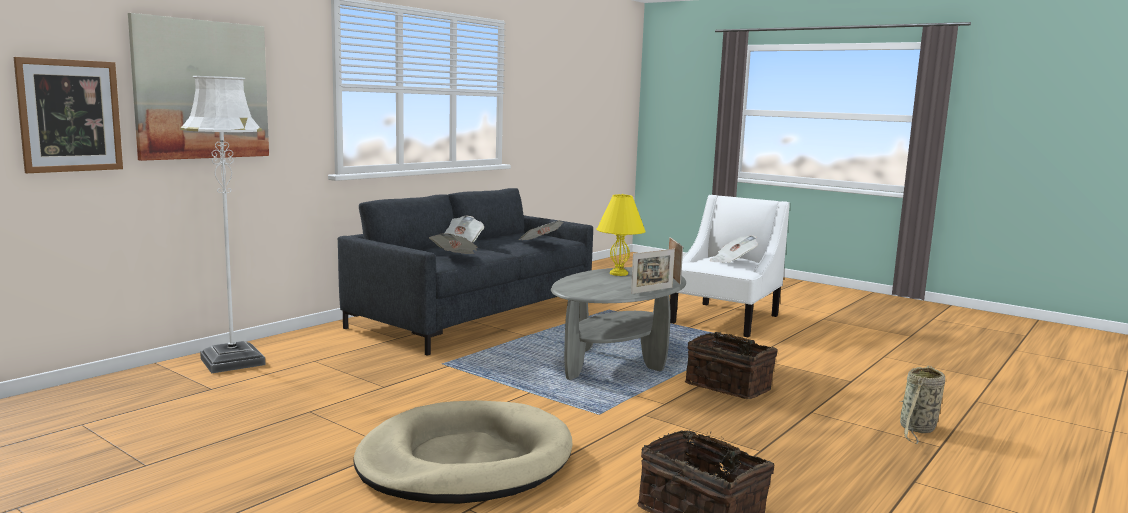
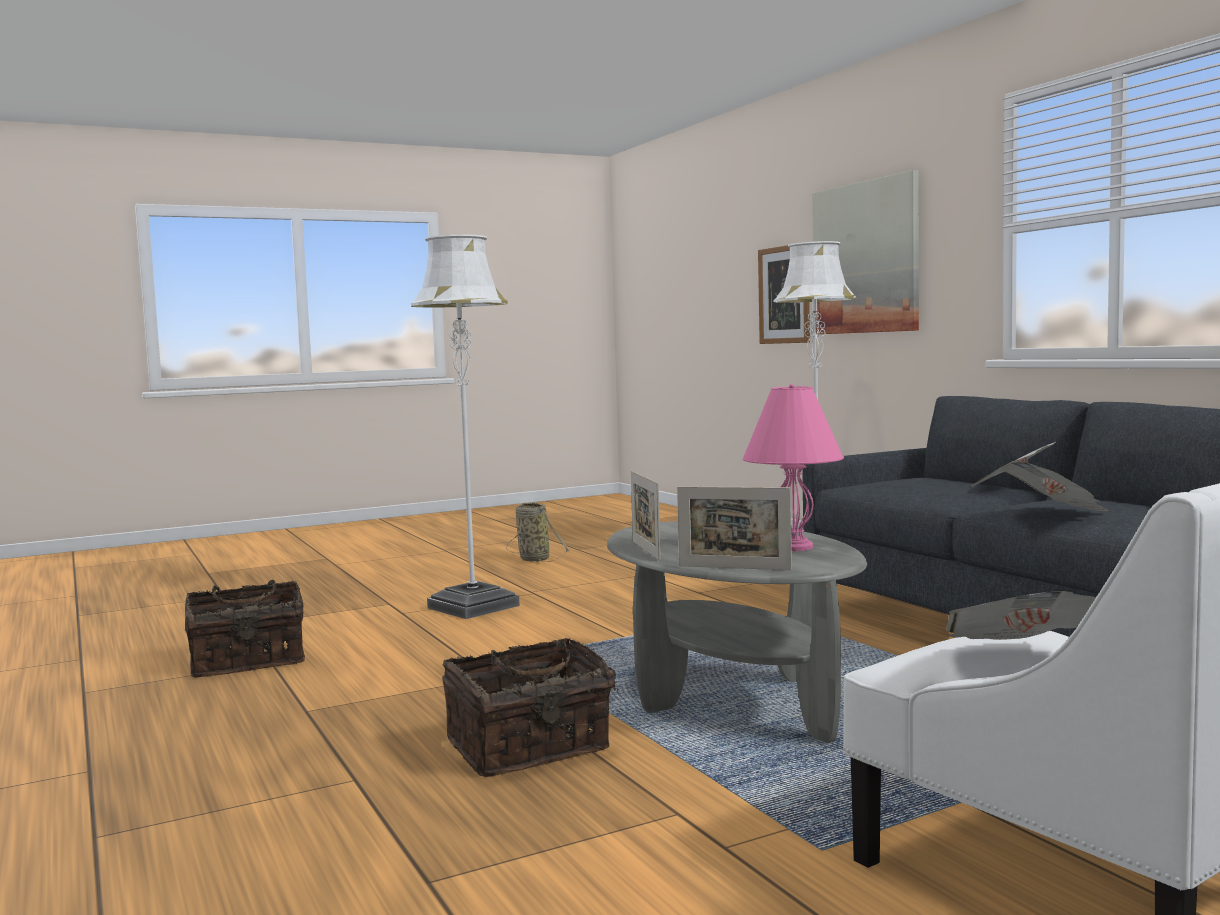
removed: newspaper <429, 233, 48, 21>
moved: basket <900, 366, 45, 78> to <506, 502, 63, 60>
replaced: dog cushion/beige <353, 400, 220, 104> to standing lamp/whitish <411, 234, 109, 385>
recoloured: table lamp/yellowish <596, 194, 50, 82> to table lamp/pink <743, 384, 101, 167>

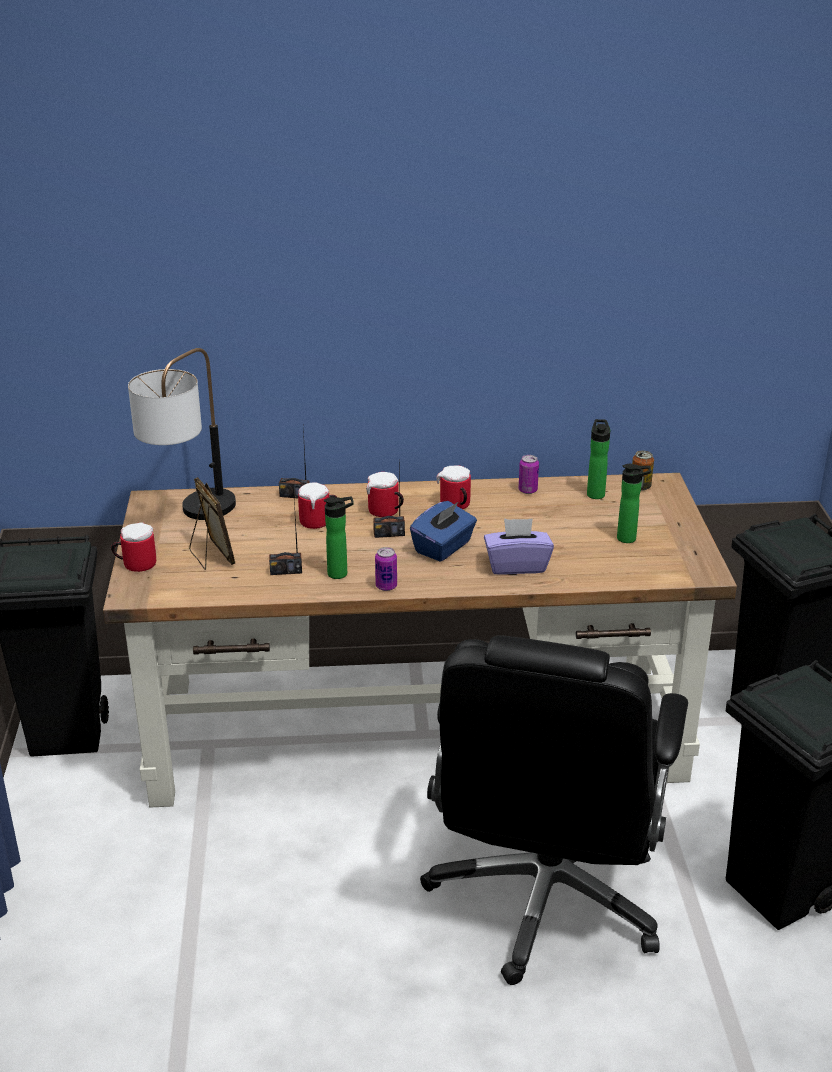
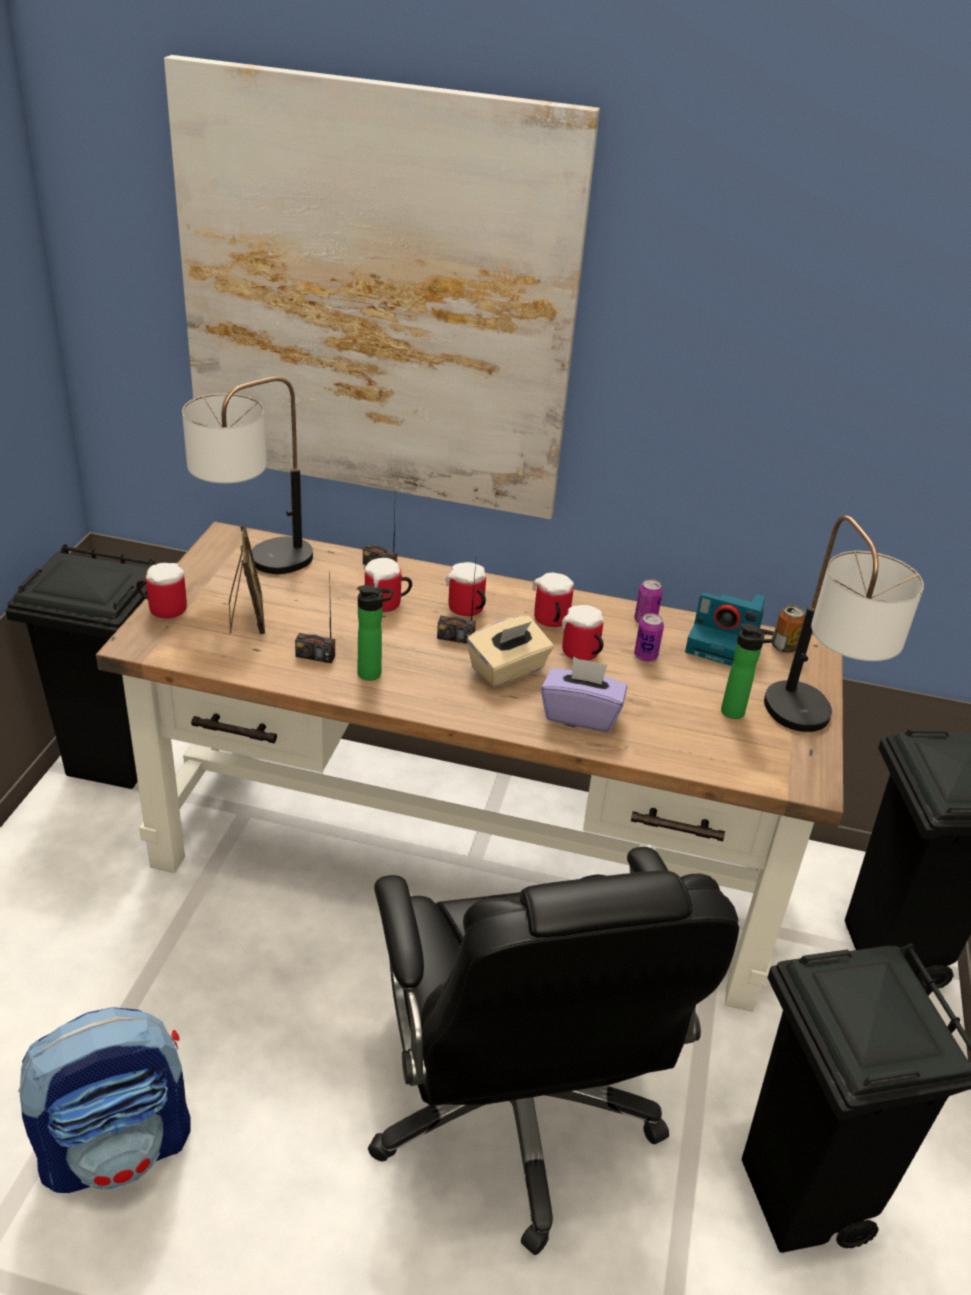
added: backpack <18, 1007, 173, 186>; wall art <164, 55, 436, 464>; tea mug <562, 605, 42, 56>; table lamp <764, 515, 160, 217>
moved: metal can <375, 547, 22, 44> to <634, 613, 30, 49>
replaced: drink bottle <587, 419, 23, 80> to still camera <685, 593, 80, 73>
recoloured: box of tissues/blue <410, 501, 67, 61> to box of tissues/beige <467, 615, 87, 72>
turned: computer chair/blackish <420, 635, 268, 350> = <368, 847, 371, 408> 45 degrees counterclockwise

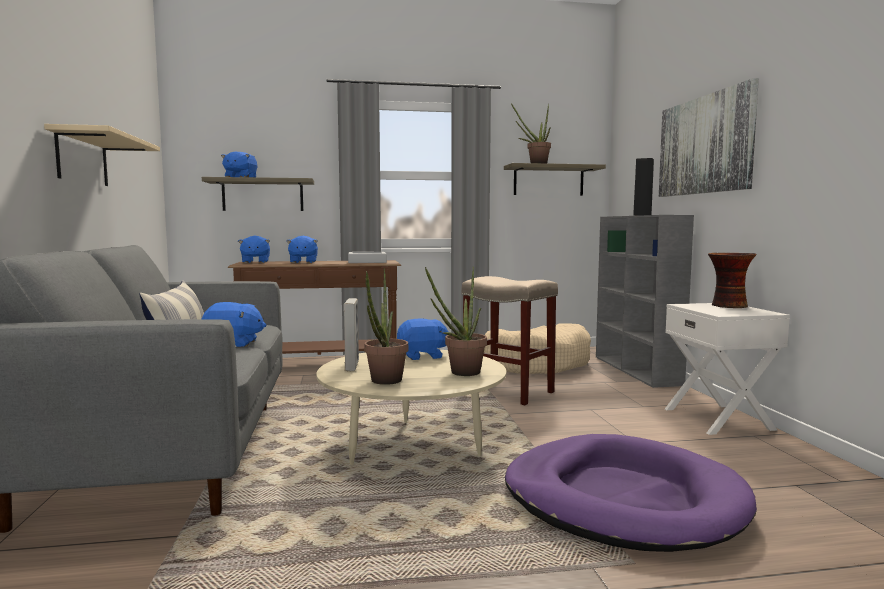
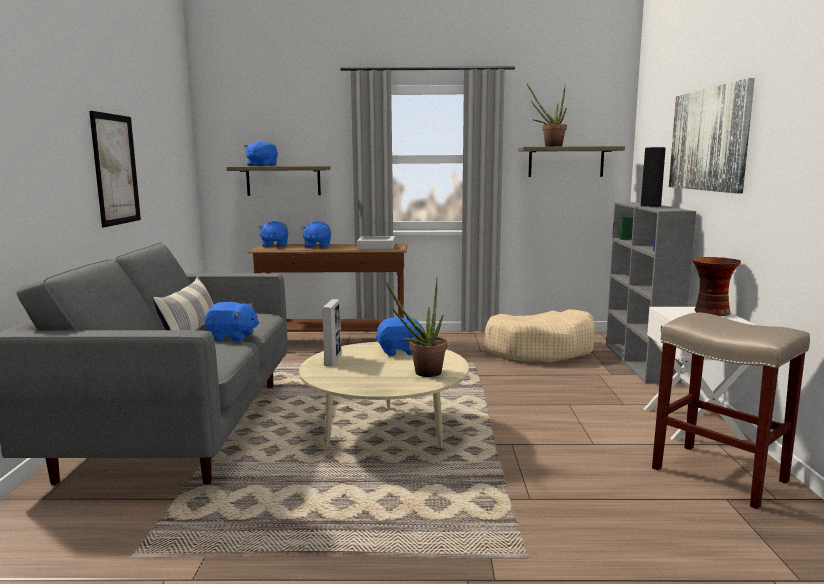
removed: plant in a pot <364, 268, 44, 117>; dog cushion/purplish <505, 434, 252, 118>
moved: stool/beige <462, 276, 96, 129> to <652, 312, 158, 197>
replaced: wall shelf/beige <44, 124, 116, 62> to wall art <89, 111, 52, 116>

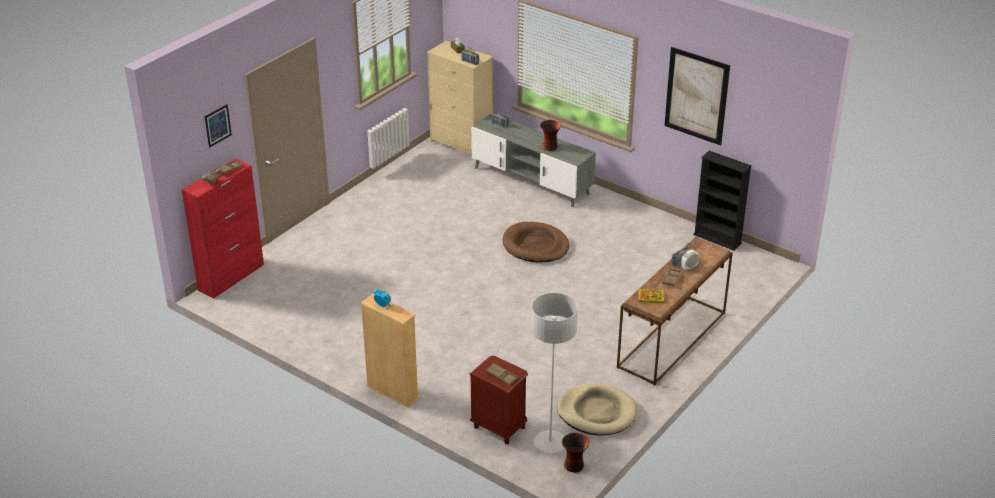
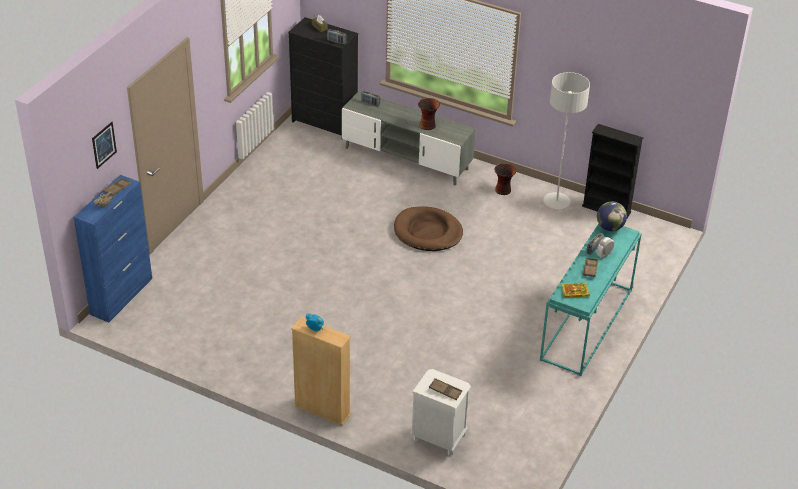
removed: dog cushion/beige <557, 383, 79, 53>; wall art <664, 47, 66, 99>
added: globe <597, 201, 30, 30>
moved: standing lamp/grey <531, 293, 47, 160> to <543, 72, 47, 137>; decorative vase <562, 433, 27, 39> to <494, 163, 22, 32>
recoloured: cupboard/reddish <182, 158, 82, 141> to cupboard/blue <73, 175, 79, 147>; dresser/beige <427, 40, 66, 120> to dresser/blackish <288, 17, 70, 122>; bedside table/brown-coloured <469, 356, 59, 88> to bedside table/whitish <410, 369, 61, 87>; hall table/brown-coloured <617, 237, 116, 148> to hall table/turquoise <540, 223, 102, 153>

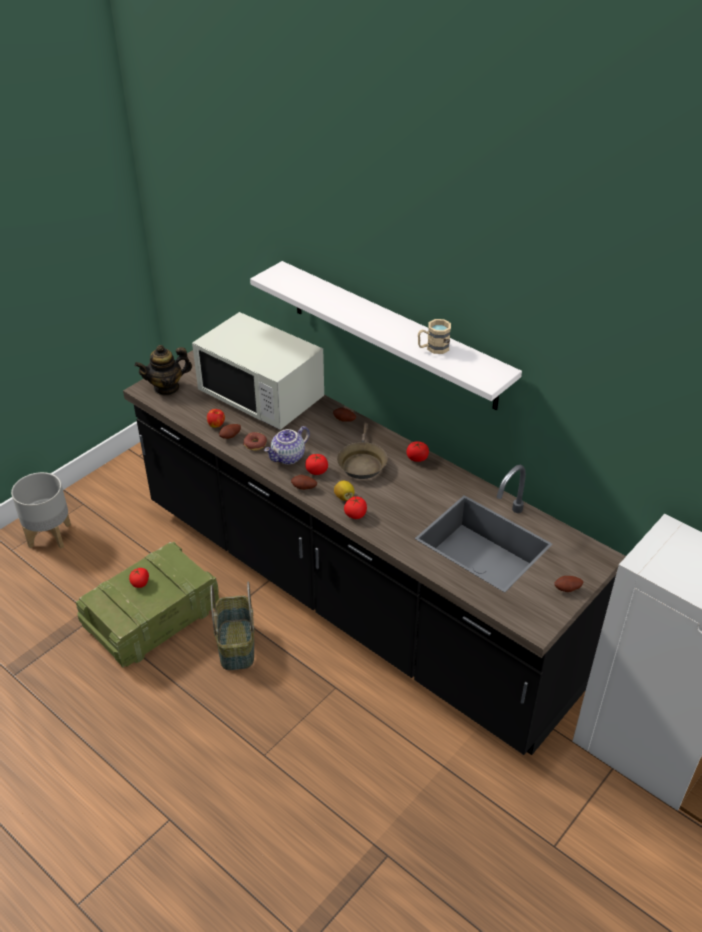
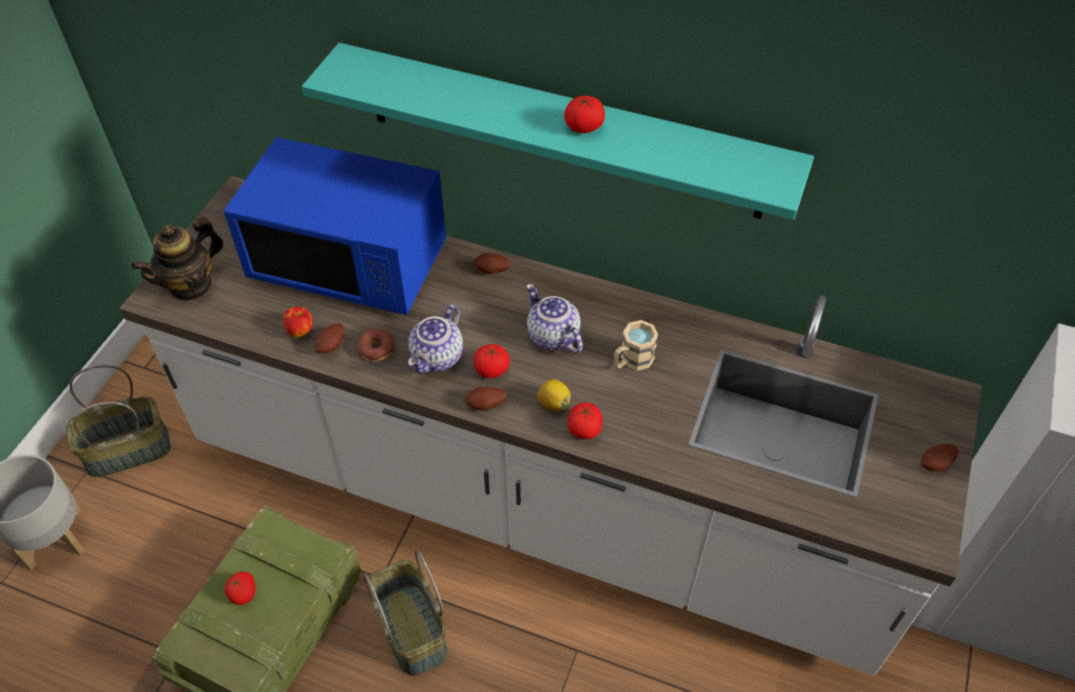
added: basket <66, 365, 105, 112>
moved: fresh tomato <406, 441, 23, 21> to <564, 96, 41, 37>; tea mug/beige <418, 319, 33, 35> to <614, 320, 44, 51>
replaced: pan/brown-coloured <337, 423, 51, 56> to tea pot <526, 284, 57, 69>
recoloured: counter/blackish <123, 350, 503, 405> to counter/whitish <119, 176, 863, 500>; kitchen microwave/whitish <192, 312, 132, 118> to kitchen microwave/blue <224, 137, 222, 178>; wall shelf/whitish <250, 261, 272, 149> to wall shelf/turquoise <302, 43, 512, 177>

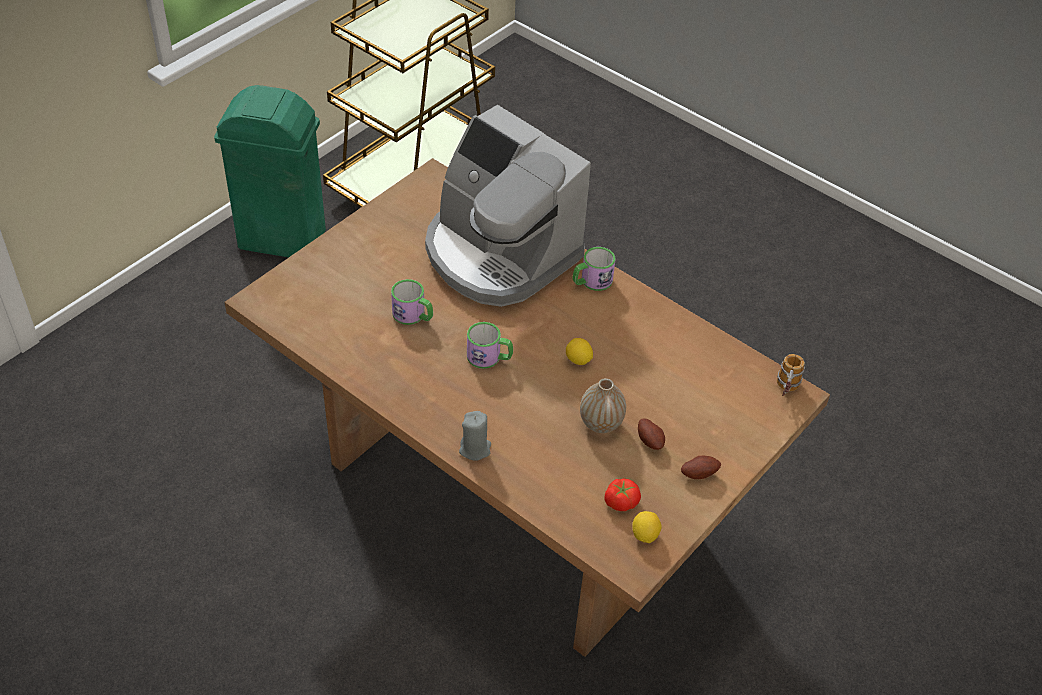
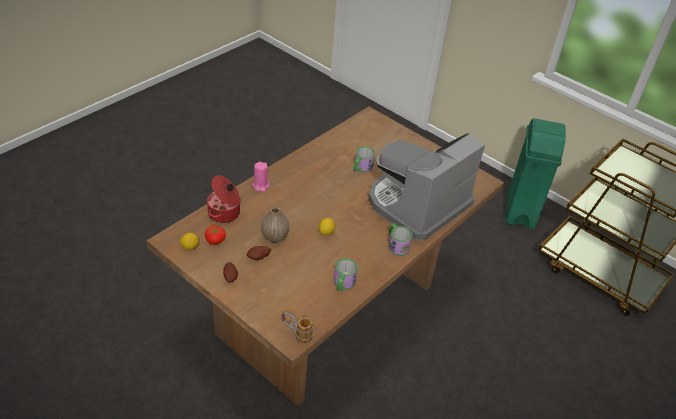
added: cooking pot <207, 175, 33, 48>
moved: tea mug <467, 322, 46, 47> to <334, 258, 24, 33>
recoloured: wax light/grey <459, 411, 32, 50> to wax light/pink <253, 162, 17, 30>

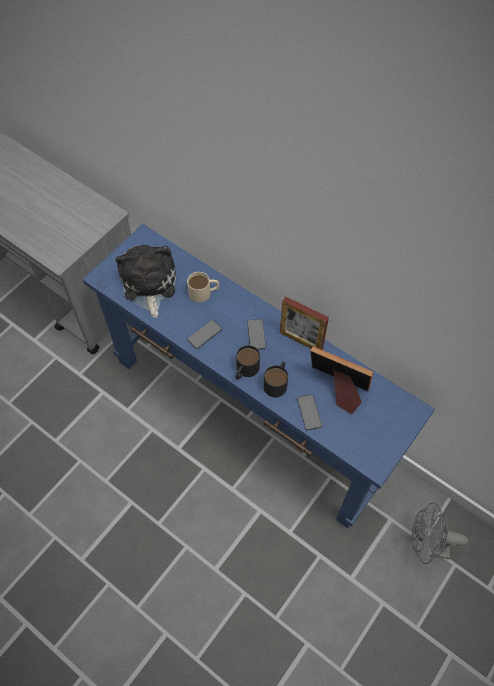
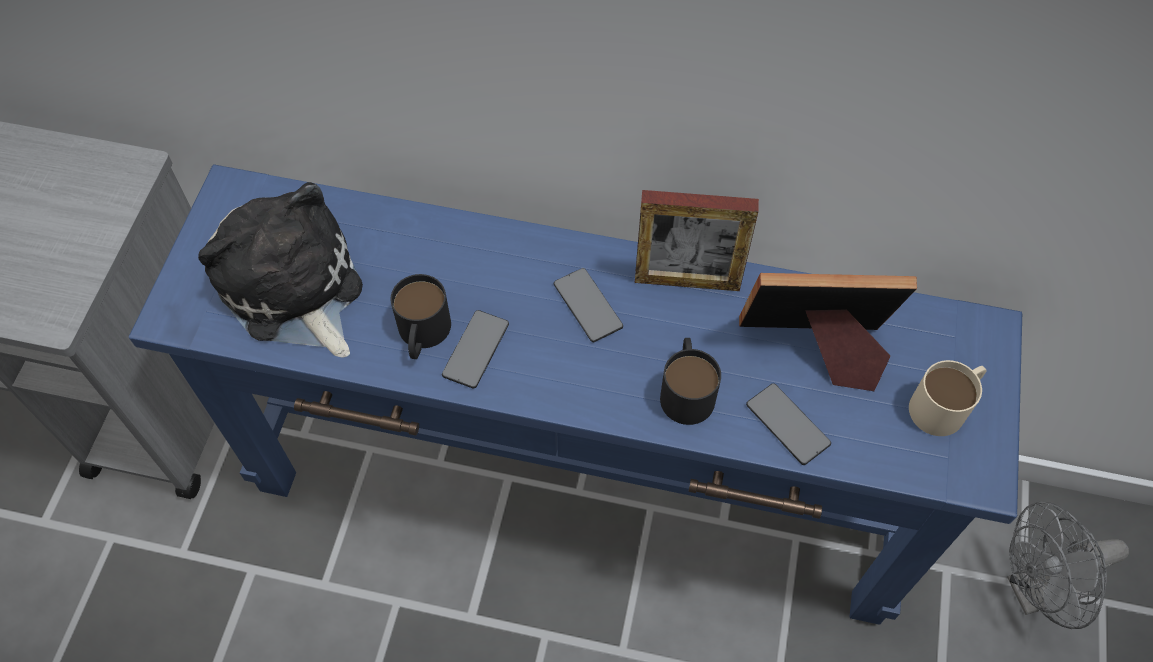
moved: tea mug/beige <187, 272, 33, 30> to <909, 360, 78, 76>; tea mug/blackish <236, 345, 24, 35> to <391, 274, 60, 85>

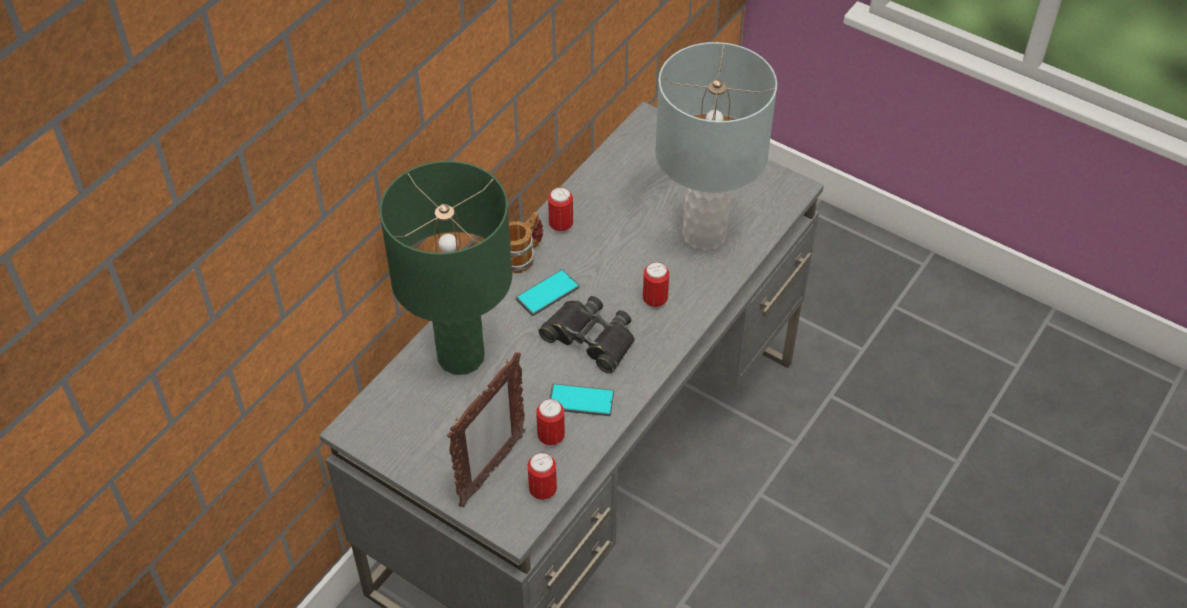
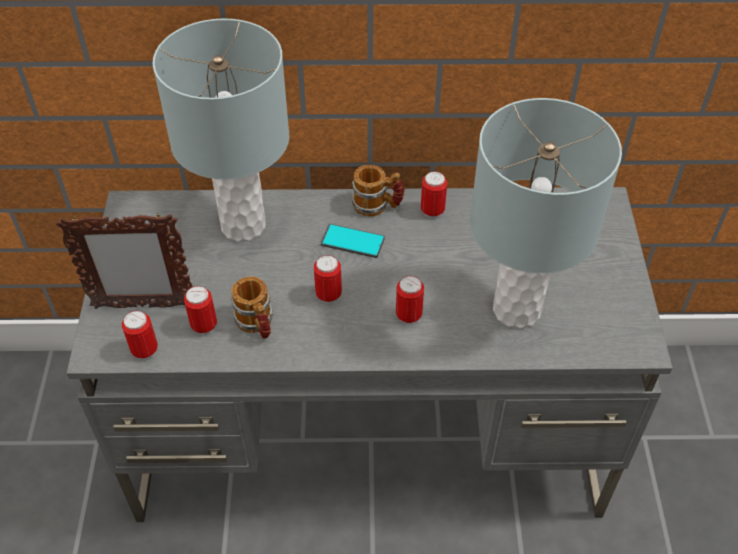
replaced: field glasses/blackish <538, 296, 97, 78> to metal can <314, 255, 28, 48>; phone <549, 383, 65, 33> to tea mug <231, 276, 43, 62>
recoloured: table lamp/green-coloured <380, 161, 133, 214> to table lamp/grey <153, 18, 136, 224>

